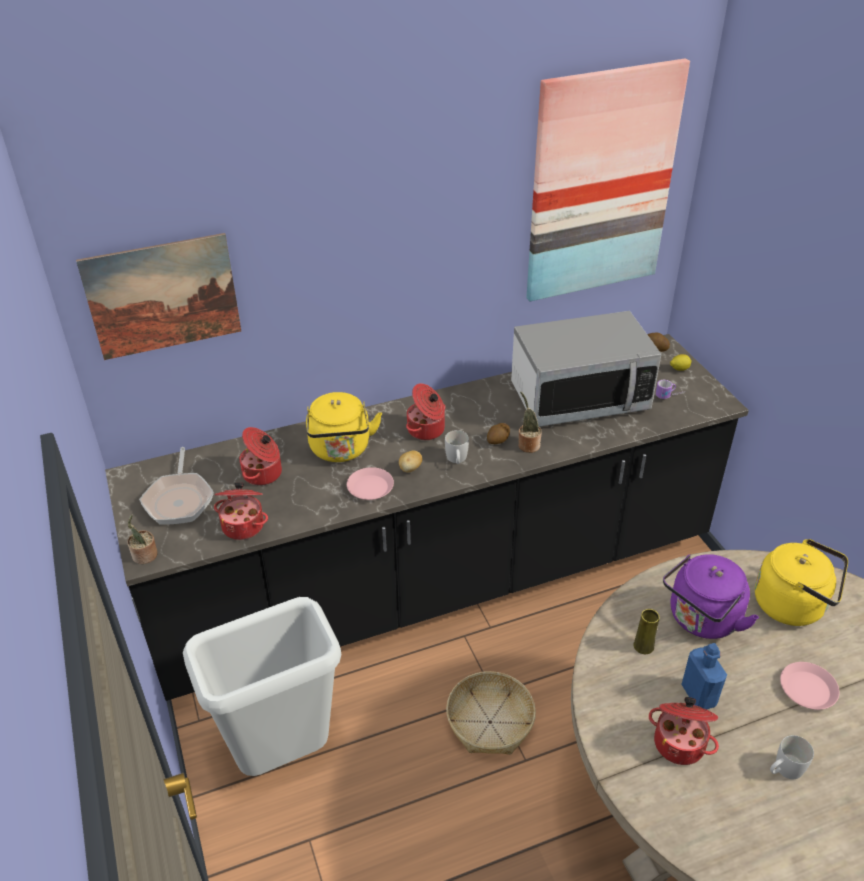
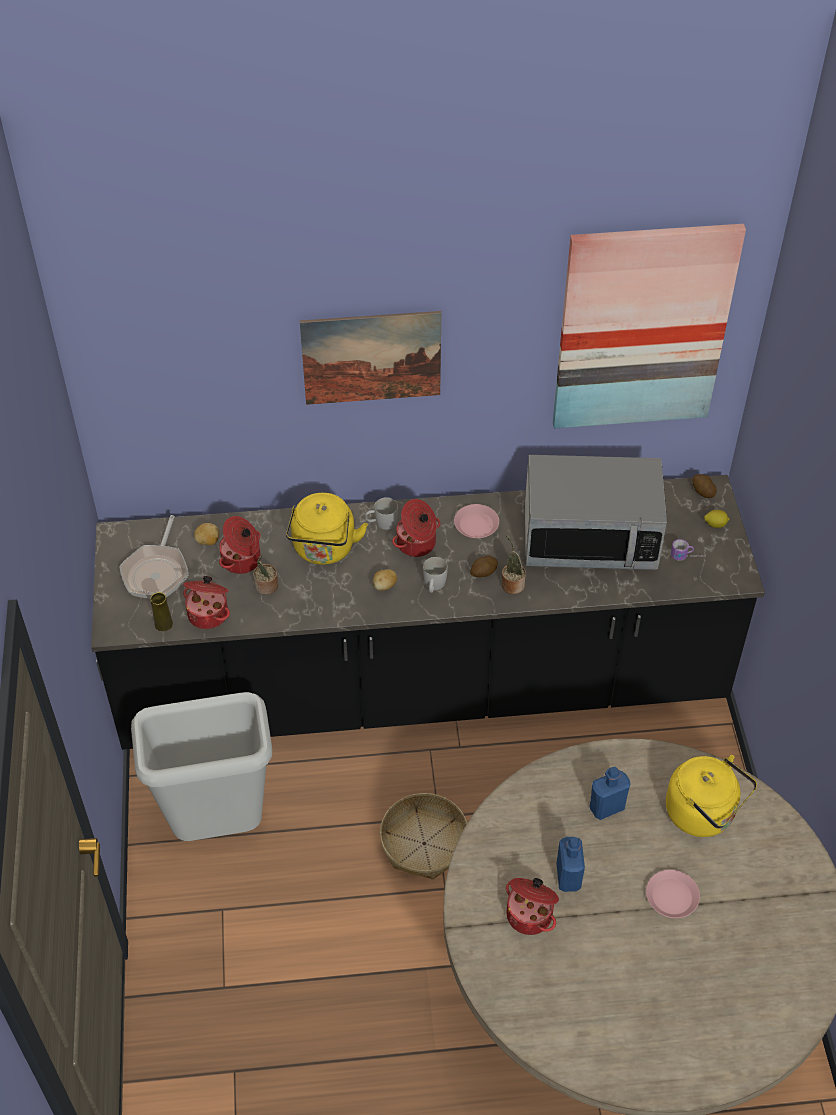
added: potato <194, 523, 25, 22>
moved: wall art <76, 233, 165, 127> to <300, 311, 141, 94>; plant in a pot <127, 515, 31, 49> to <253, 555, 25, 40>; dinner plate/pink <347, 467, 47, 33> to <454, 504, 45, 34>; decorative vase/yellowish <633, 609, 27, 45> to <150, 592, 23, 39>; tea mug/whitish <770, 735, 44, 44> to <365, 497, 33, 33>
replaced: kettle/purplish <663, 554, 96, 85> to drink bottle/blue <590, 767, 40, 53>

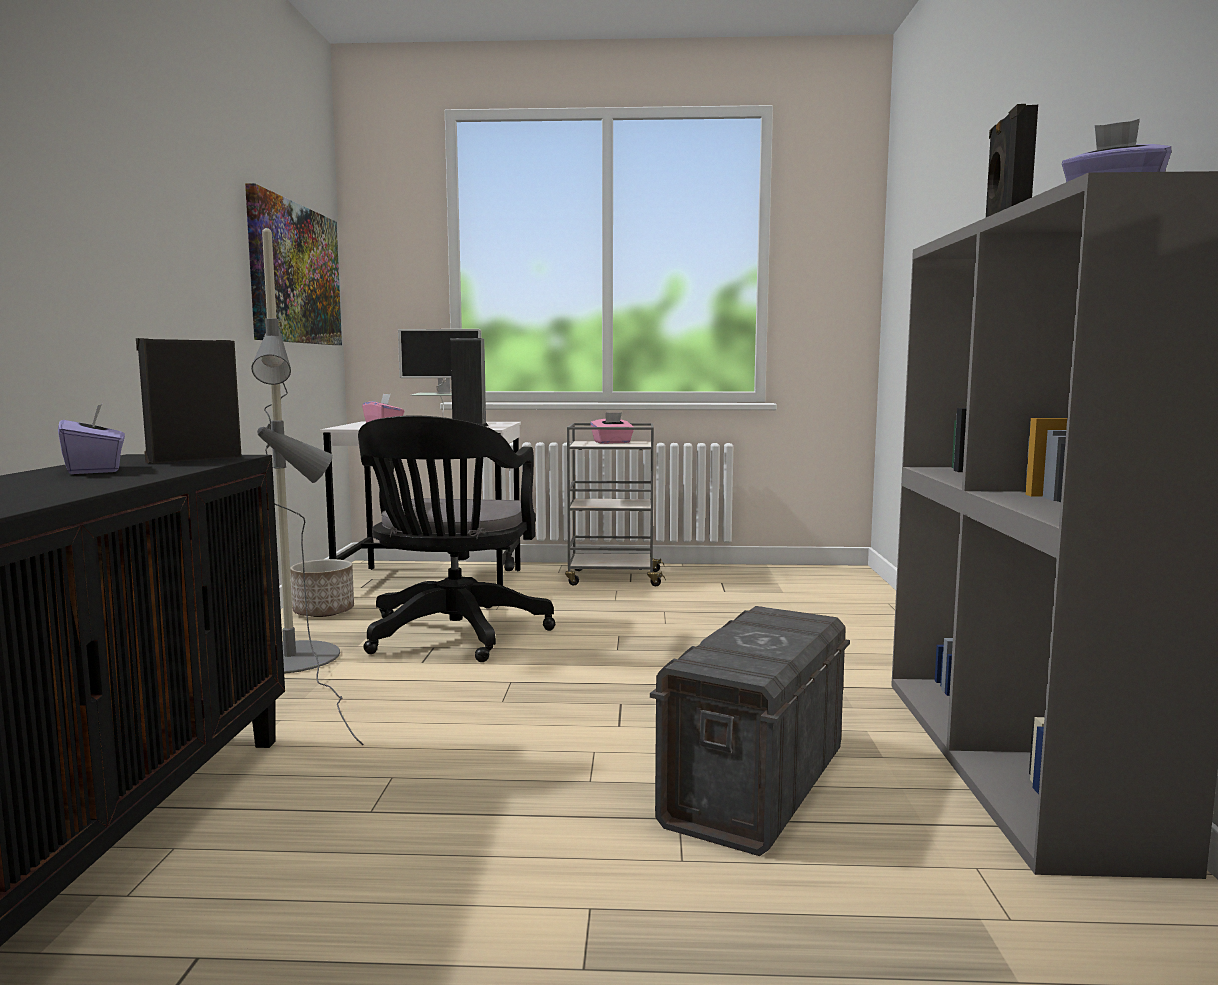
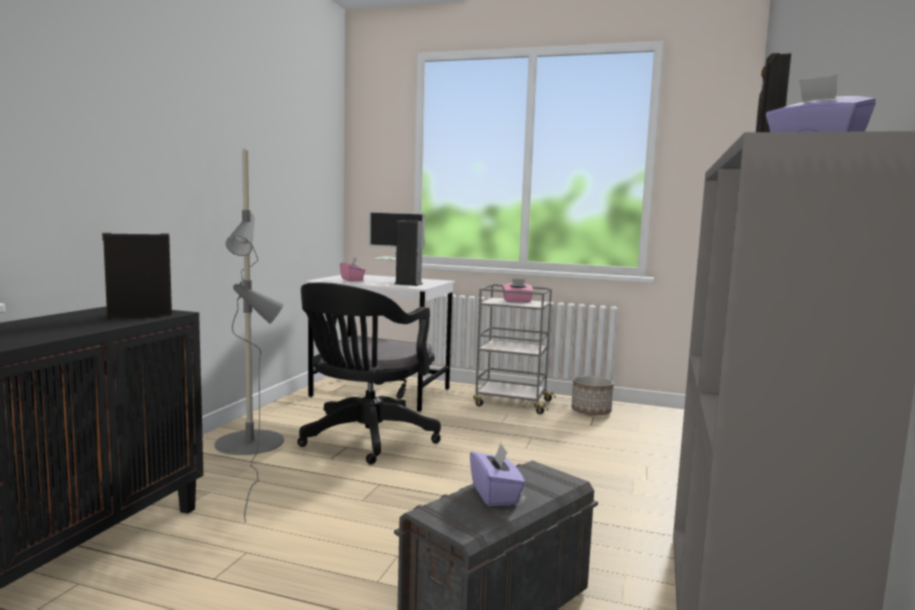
removed: wall art <245, 183, 97, 162>
moved: box of tissues/purplish <58, 404, 67, 70> to <470, 443, 55, 63>; planter <290, 559, 64, 58> to <572, 376, 42, 40>

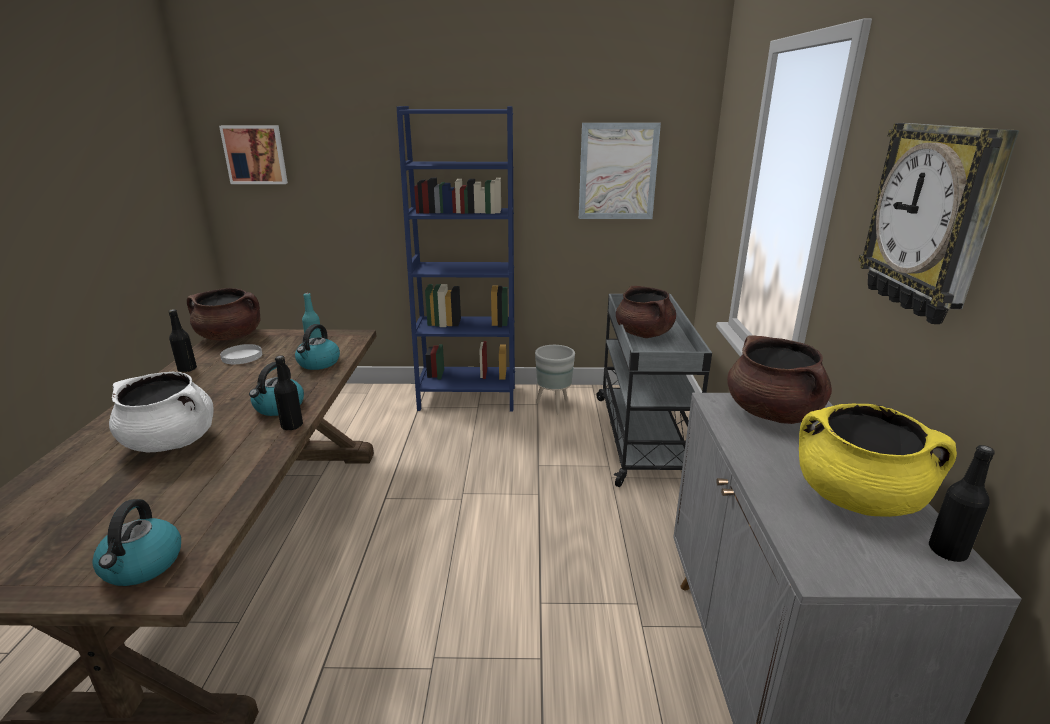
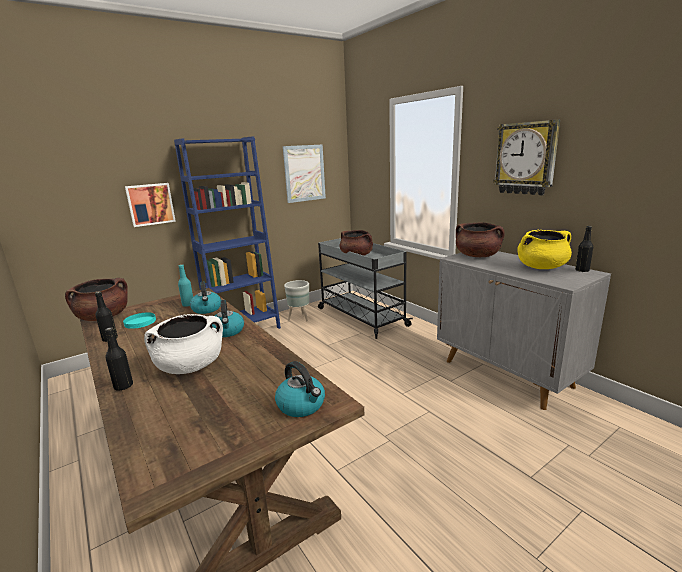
moved: wall art <219, 125, 69, 59> to <125, 183, 51, 44>; drink bottle/blackish <274, 356, 29, 74> to <105, 327, 28, 64>
recoloured: dinner plate/whitish <220, 344, 42, 20> to dinner plate/turquoise <123, 313, 33, 16>

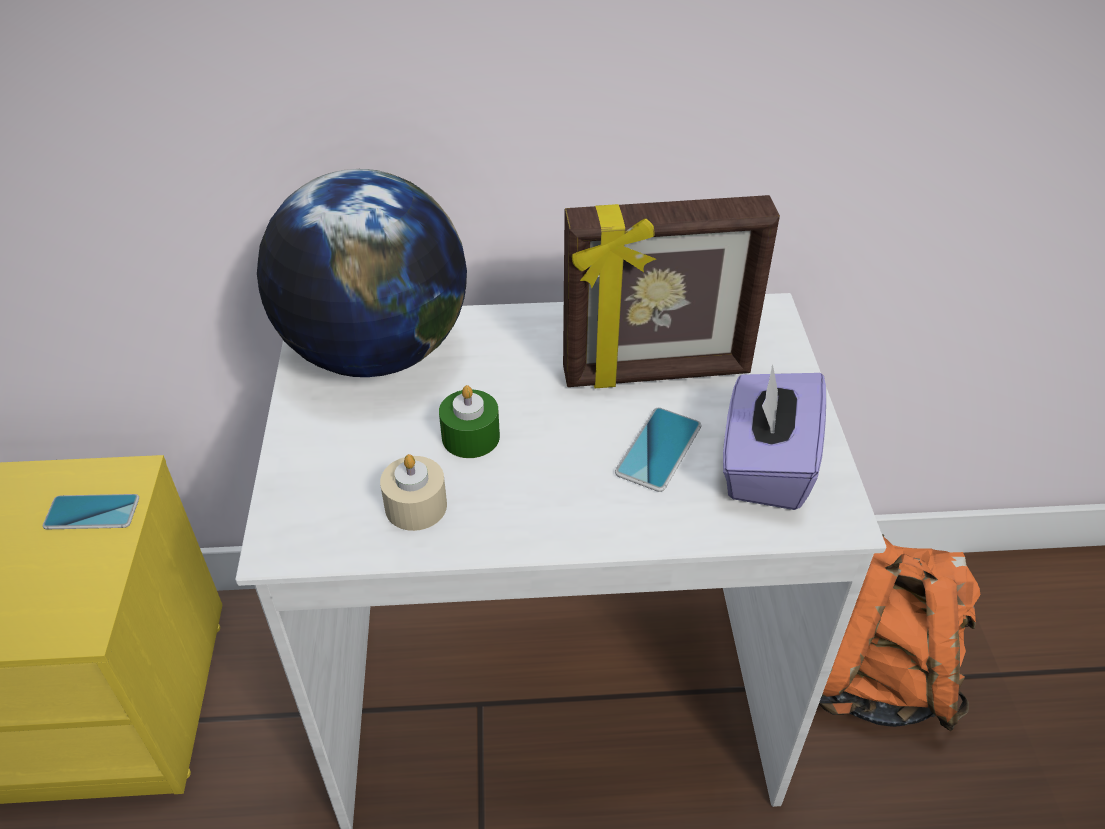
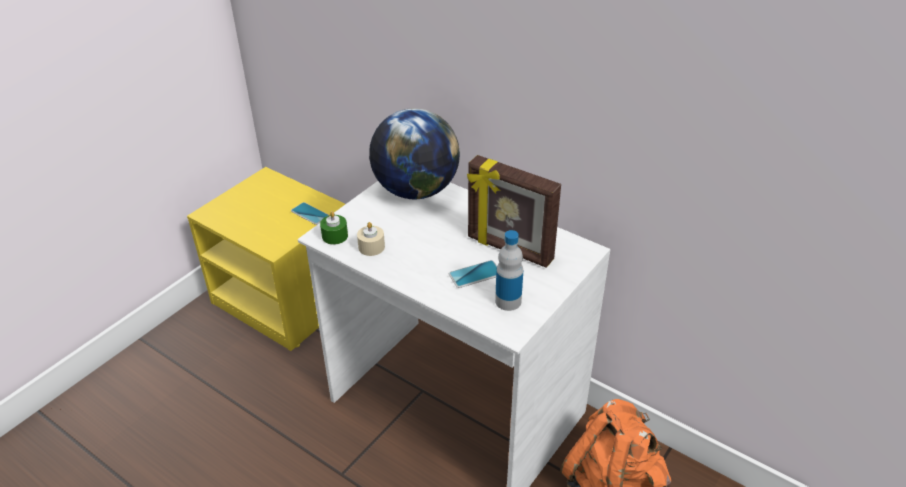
moved: wax light/green-coloured <439, 385, 61, 73> to <320, 211, 28, 34>
replaced: box of tissues/purplish <723, 364, 103, 146> to drink bottle <495, 230, 28, 81>

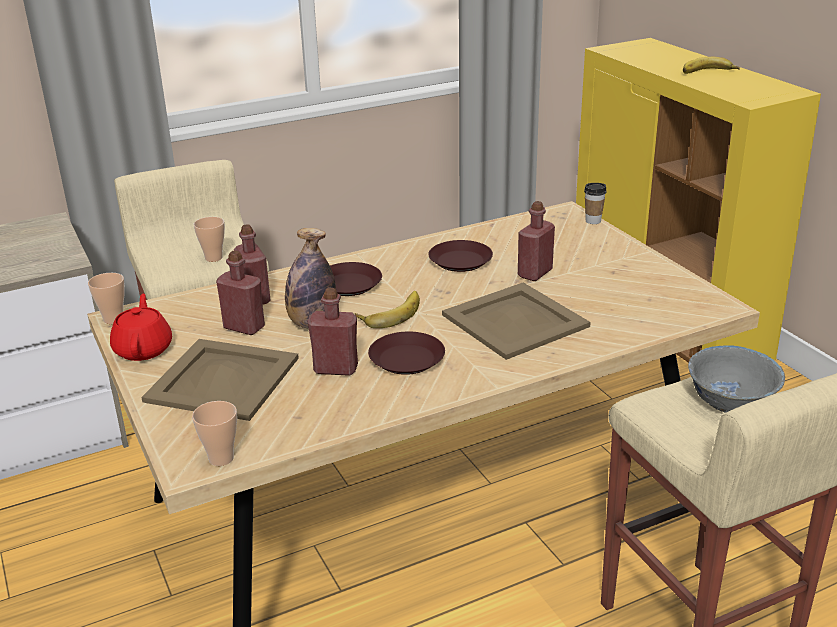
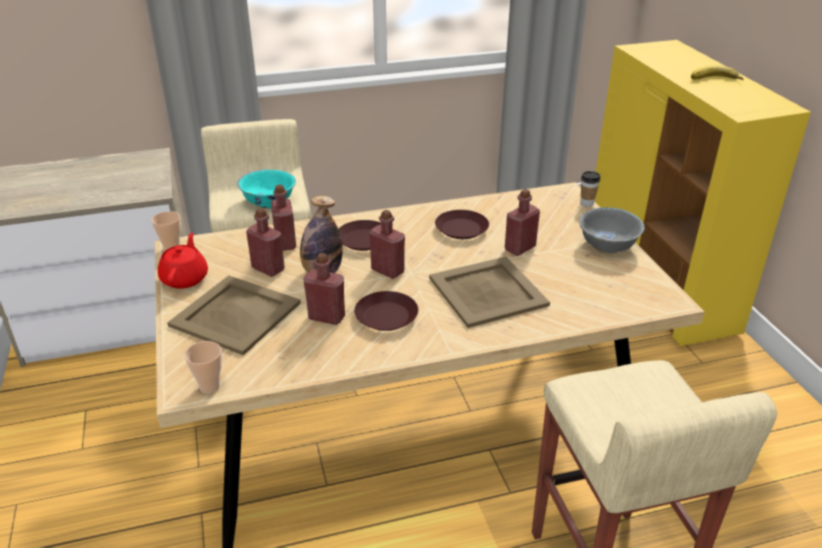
moved: serving bowl/grey <688, 345, 97, 68> to <579, 207, 66, 46>
replaced: drinking cup <193, 217, 32, 45> to serving bowl/turquoise <237, 169, 59, 39>; banana fruit <355, 291, 65, 37> to drink bottle/reddish <369, 210, 36, 69>

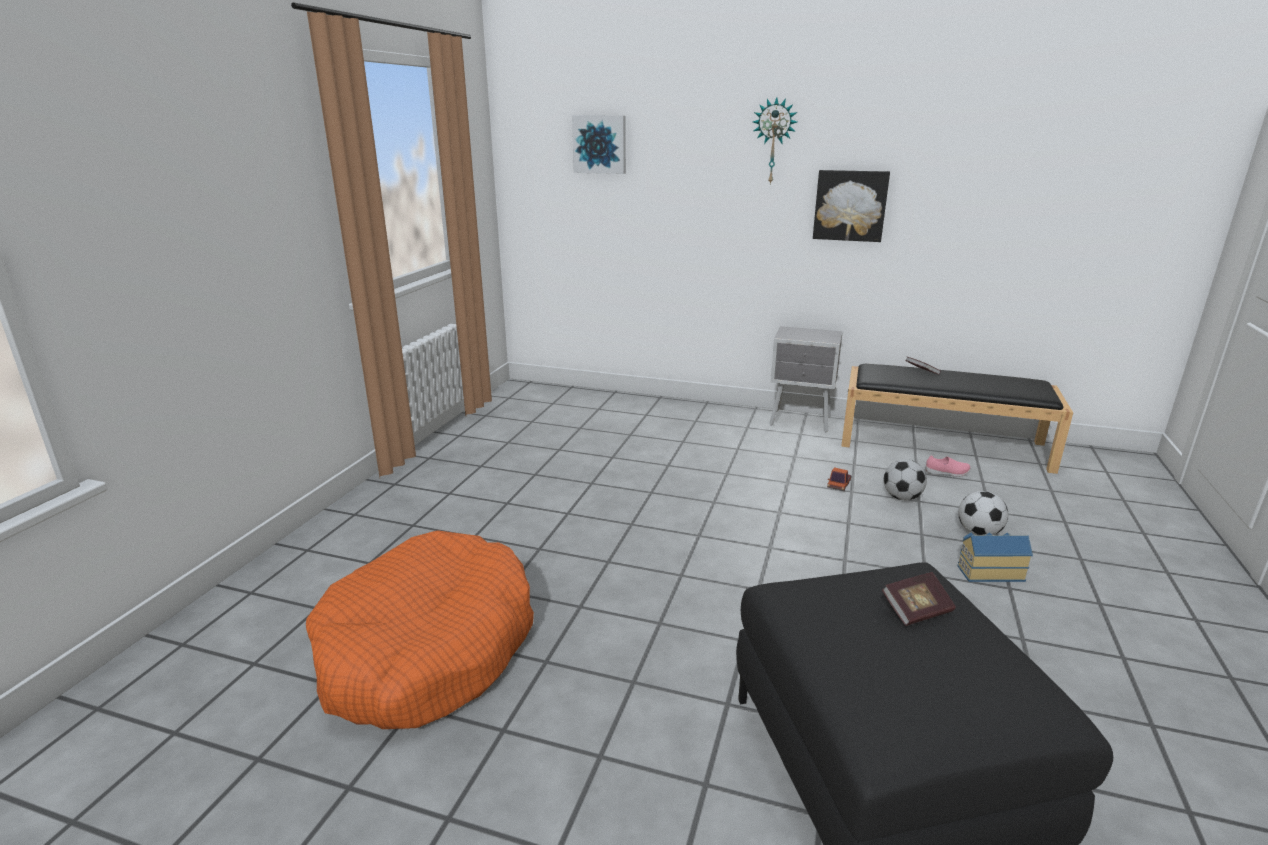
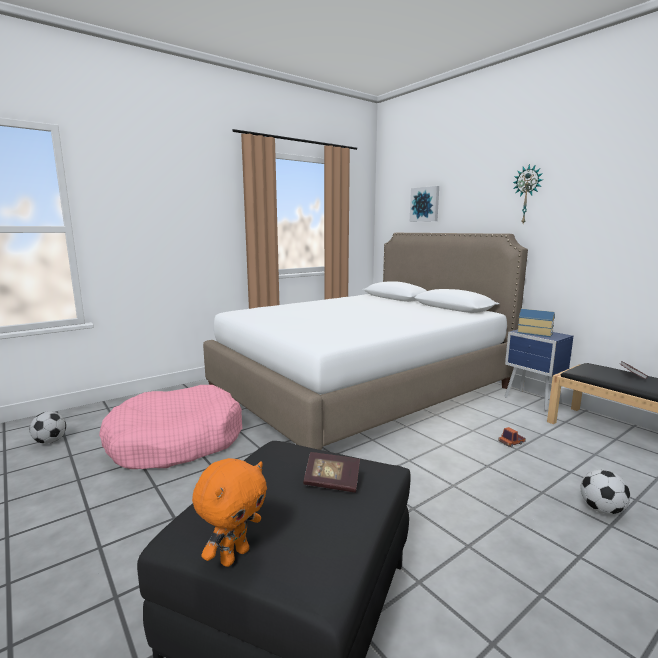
removed: wall art <813, 170, 77, 72>; item of footwear/pink <926, 456, 45, 21>
added: cuddly toy/orange <192, 458, 75, 109>; bed/whitish <203, 233, 325, 217>
moved: football <884, 459, 43, 41> to <30, 411, 36, 33>; model house <957, 532, 76, 50> to <517, 309, 38, 28>
recoloured: dog cushion/orange <306, 530, 228, 199> to dog cushion/pink <99, 385, 143, 84>; bedside table/grey <769, 326, 74, 106> to bedside table/blue <505, 329, 69, 82>

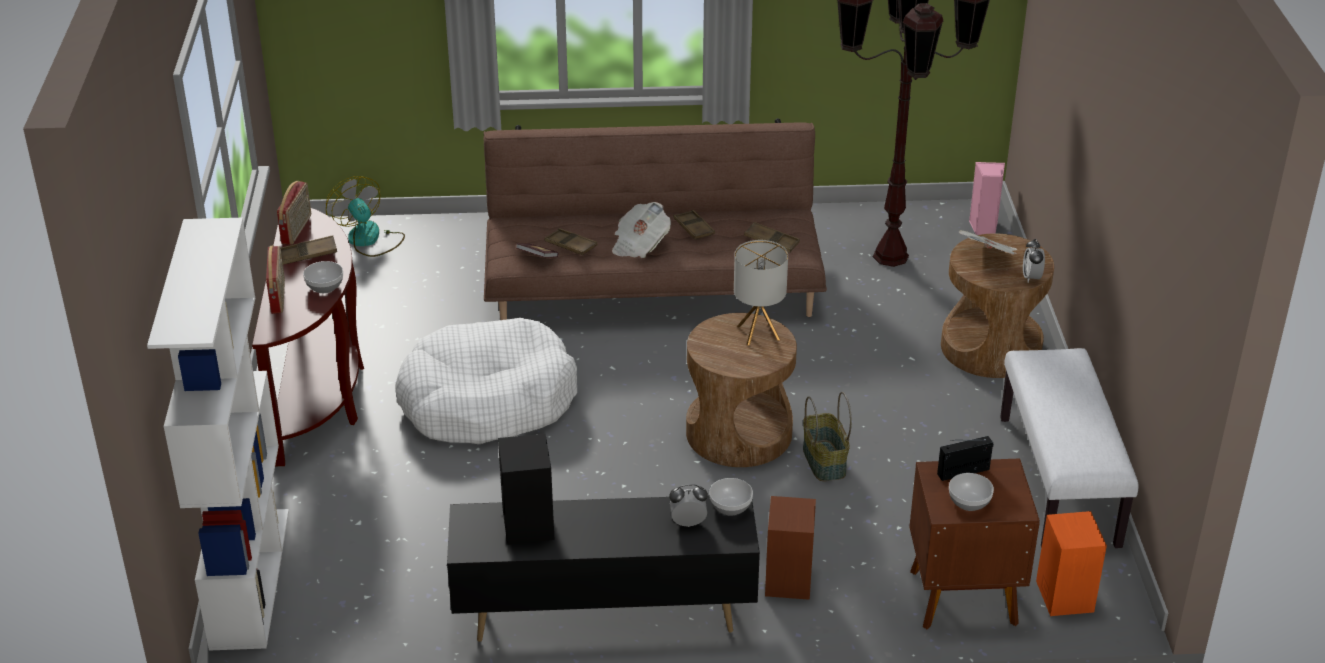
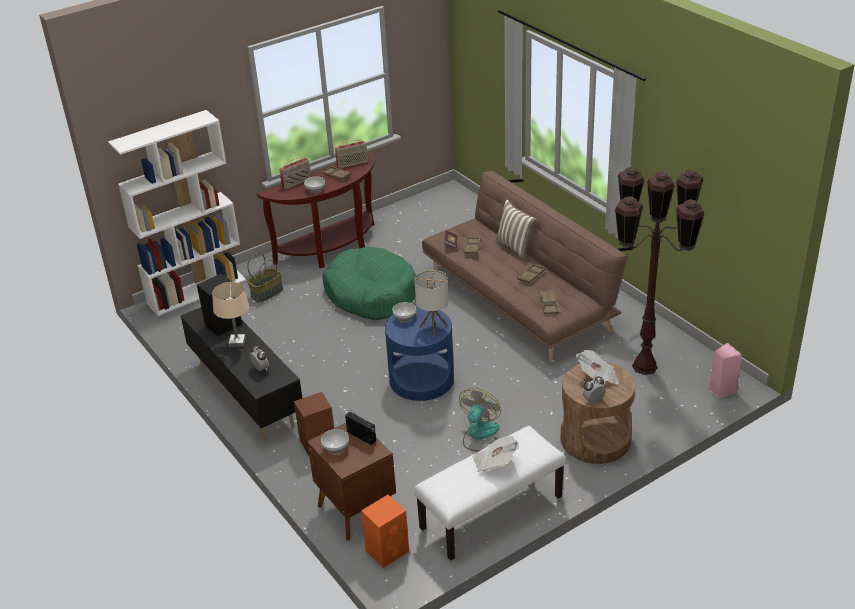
added: table lamp/beige <212, 282, 37, 65>; pillow <495, 200, 42, 60>
moved: cooling fan <326, 176, 79, 81> to <459, 388, 42, 64>; newspaper <612, 202, 59, 56> to <473, 436, 46, 36>; serving bowl <709, 478, 44, 38> to <392, 302, 24, 20>; basket <803, 392, 49, 89> to <247, 253, 36, 50>
recoloured: dog cushion/whitish <395, 318, 182, 126> to dog cushion/green-coloured <323, 247, 93, 73>; side table/brown-coloured <686, 313, 111, 154> to side table/blue <385, 306, 69, 95>

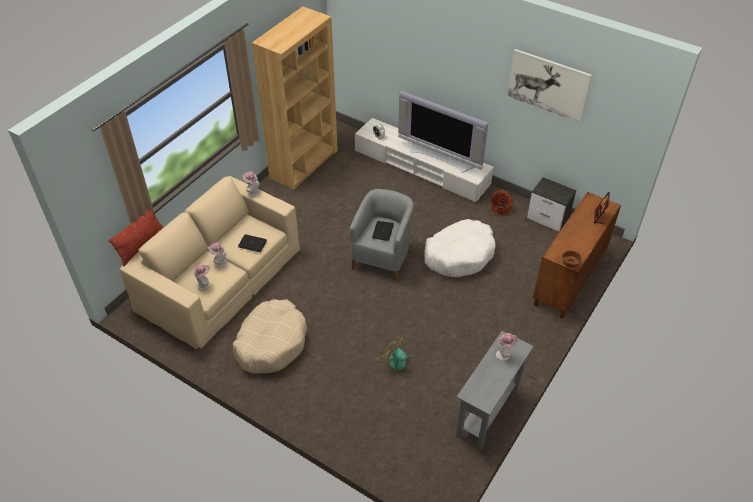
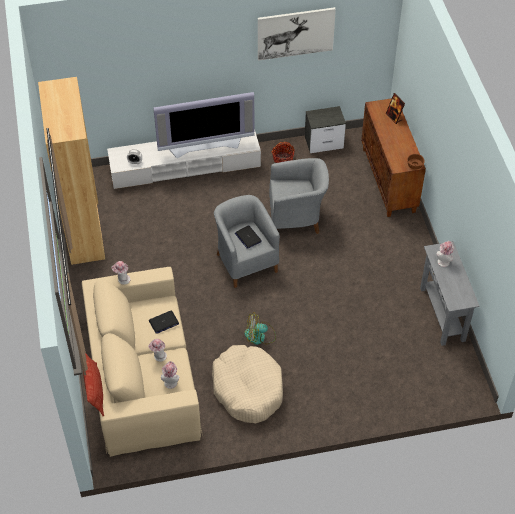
moved: cooling fan <381, 336, 38, 41> to <245, 312, 31, 33>
replaced: dog cushion/whitish <425, 219, 71, 58> to armchair/grey <269, 158, 60, 76>

